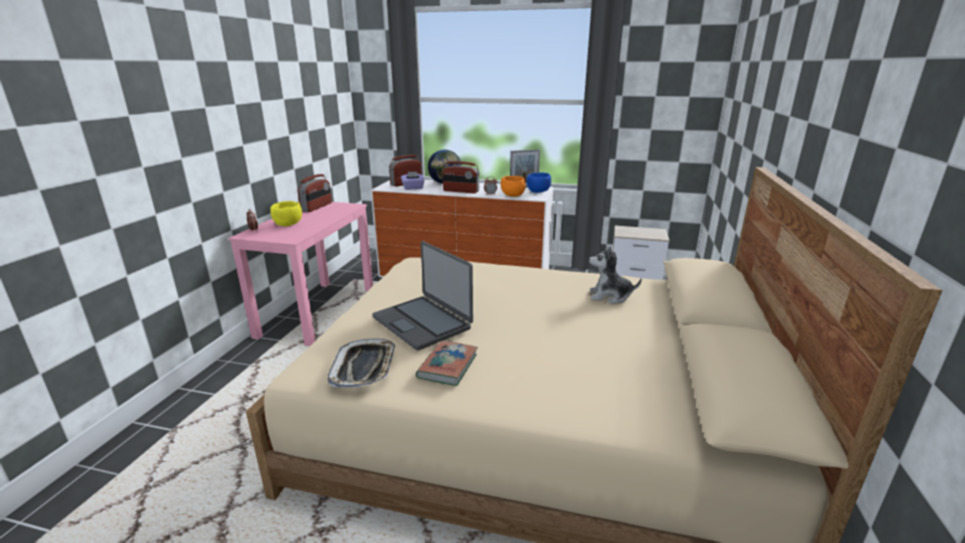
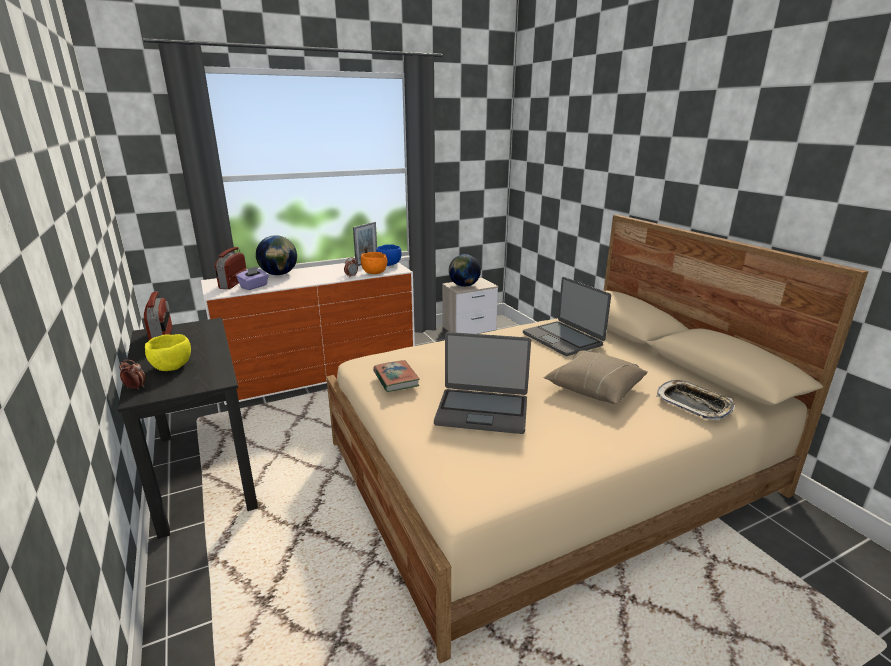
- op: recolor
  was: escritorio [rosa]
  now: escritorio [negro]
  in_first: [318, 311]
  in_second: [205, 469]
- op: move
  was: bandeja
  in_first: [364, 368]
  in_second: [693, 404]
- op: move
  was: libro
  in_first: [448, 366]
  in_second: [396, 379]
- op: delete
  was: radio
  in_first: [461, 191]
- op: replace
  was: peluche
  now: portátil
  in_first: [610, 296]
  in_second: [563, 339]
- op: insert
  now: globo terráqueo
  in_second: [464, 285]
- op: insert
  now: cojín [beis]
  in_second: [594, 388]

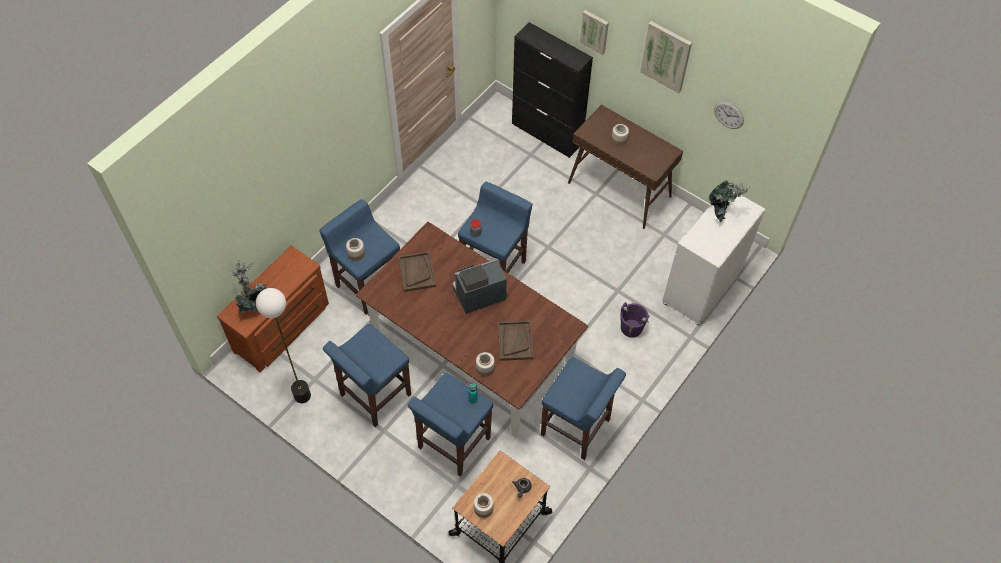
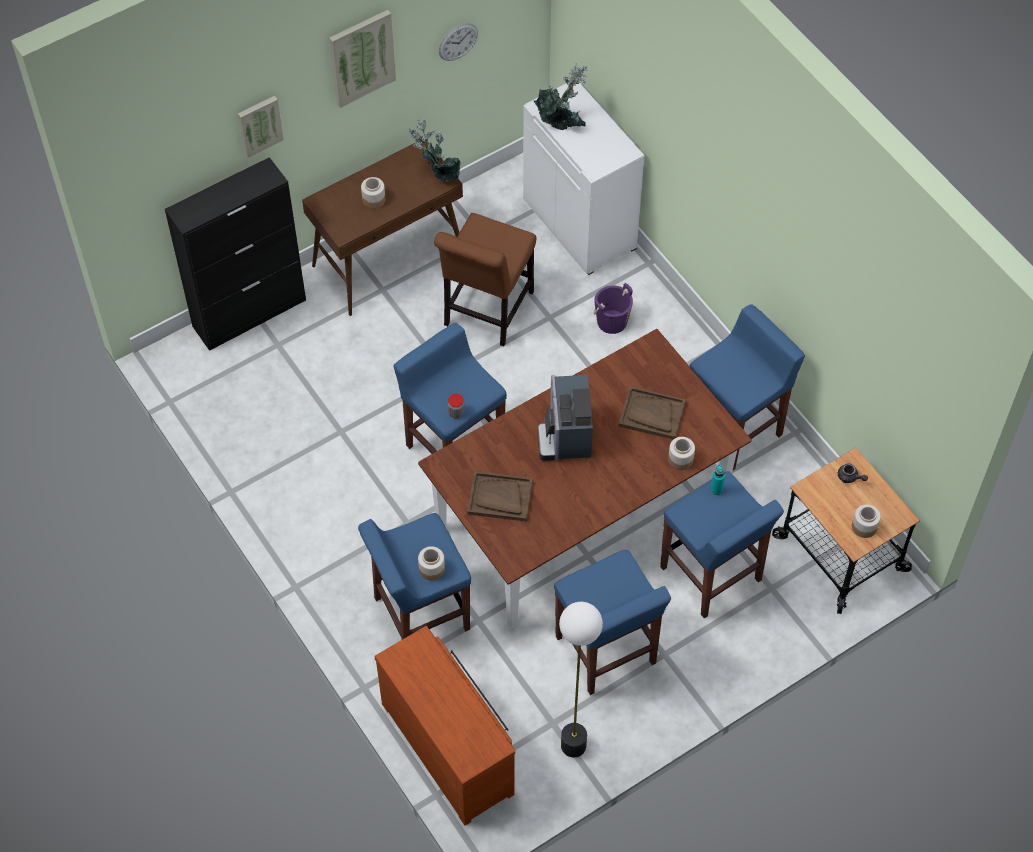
- op: move
  was: planta en maceta
  in_first: [253, 304]
  in_second: [437, 174]
- op: insert
  now: silla [marrón]
  in_second: [486, 312]

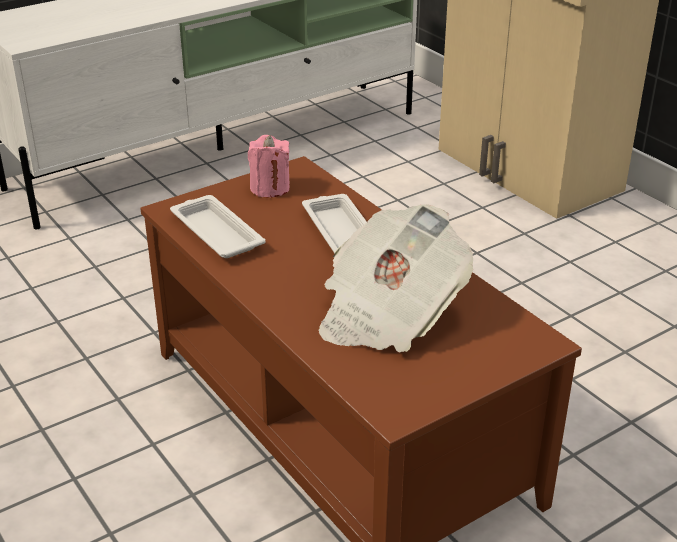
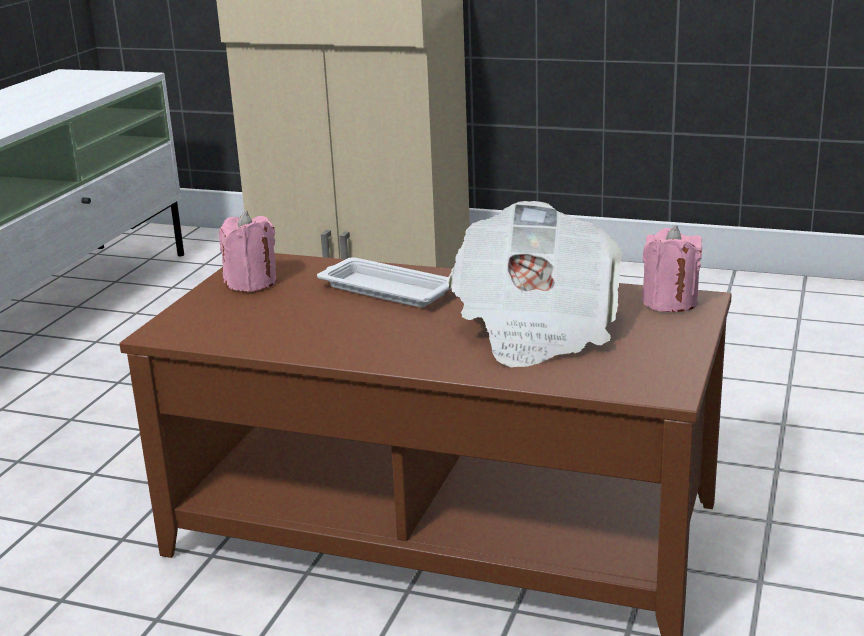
- op: delete
  was: bandeja [blanco]
  in_first: [215, 232]
- op: insert
  now: vela [rosa]
  in_second: [669, 302]

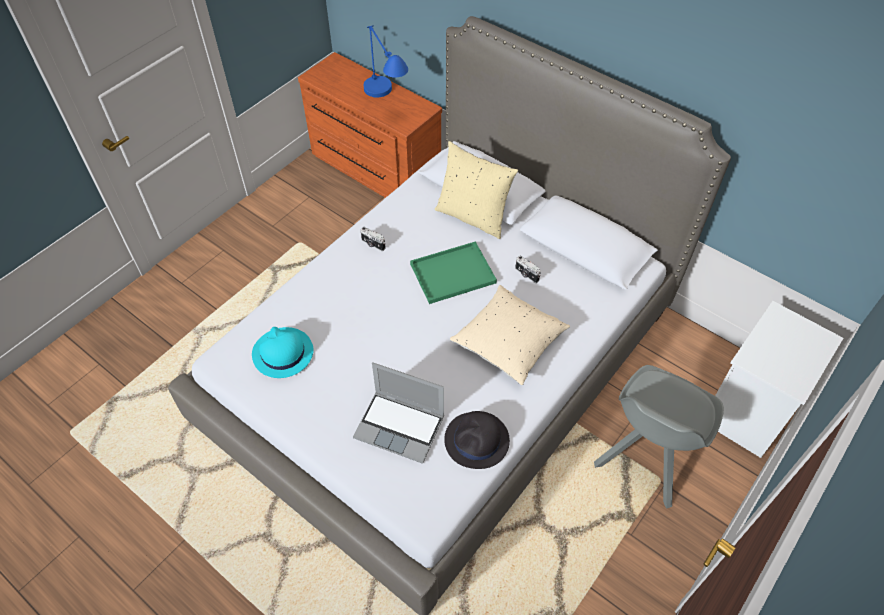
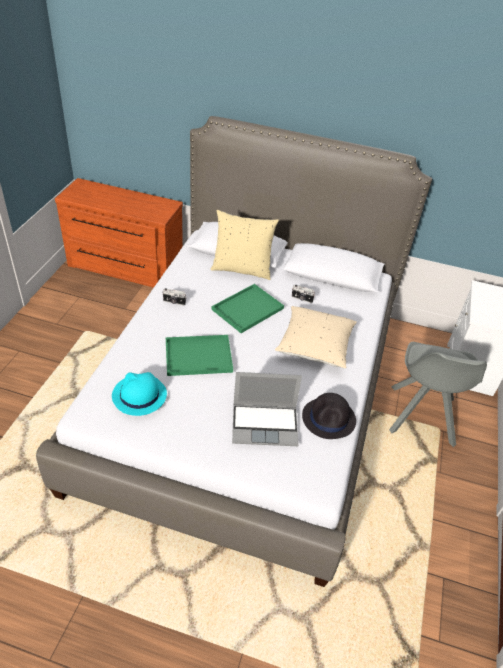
- op: delete
  was: lámpara de mesa [azul]
  in_first: [386, 103]
- op: insert
  now: bandeja [verde]
  in_second: [197, 357]

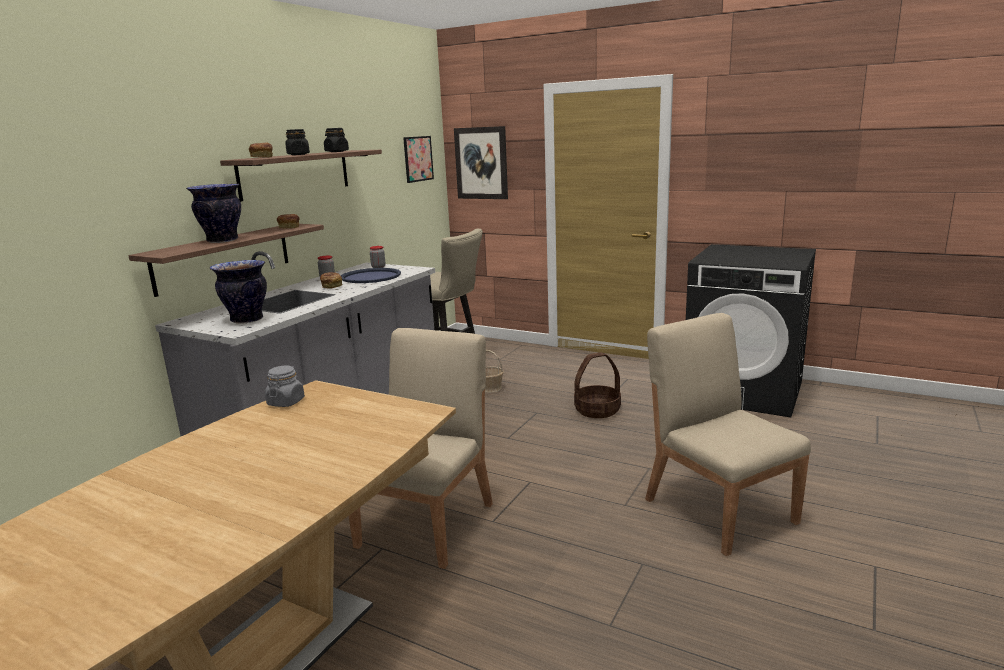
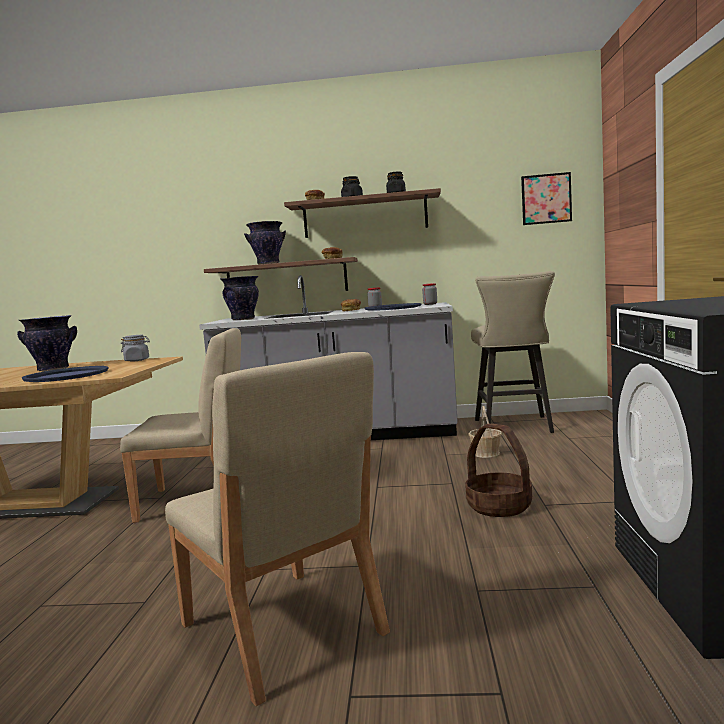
- op: delete
  was: cuadro
  in_first: [481, 163]
- op: rotate
  was: silla [beis]
  in_first: [718, 509]
  in_second: [282, 630]
  clockwise: 105
- op: insert
  now: florero
  in_second: [53, 369]
- op: insert
  now: bandeja [azul]
  in_second: [66, 375]

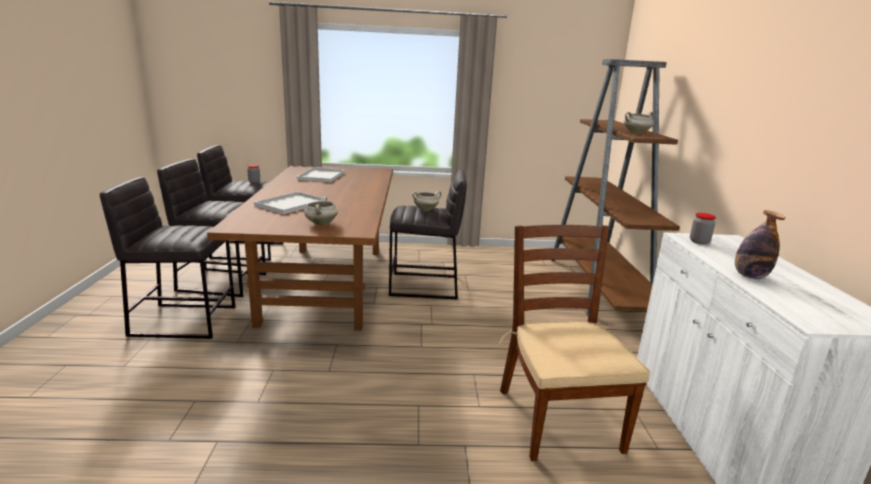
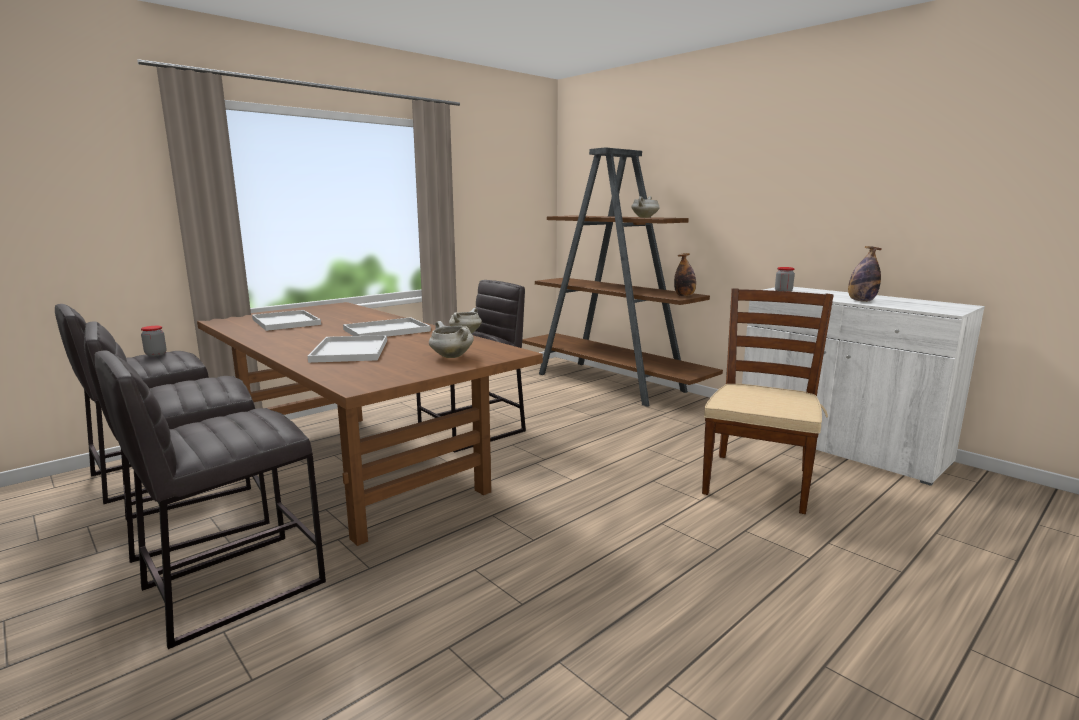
- op: rotate
  was: silla [marrón]
  in_first: [557, 418]
  in_second: [758, 481]
  clockwise: 75
- op: insert
  now: bandeja [blanco]
  in_second: [385, 330]
- op: insert
  now: botella
  in_second: [684, 296]

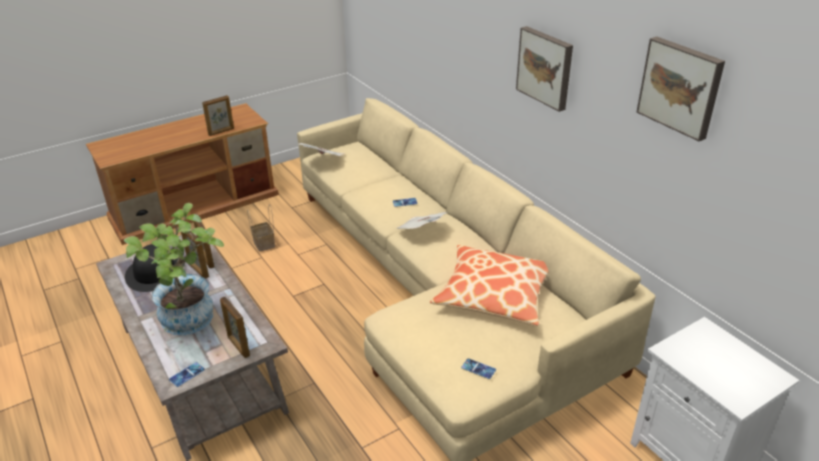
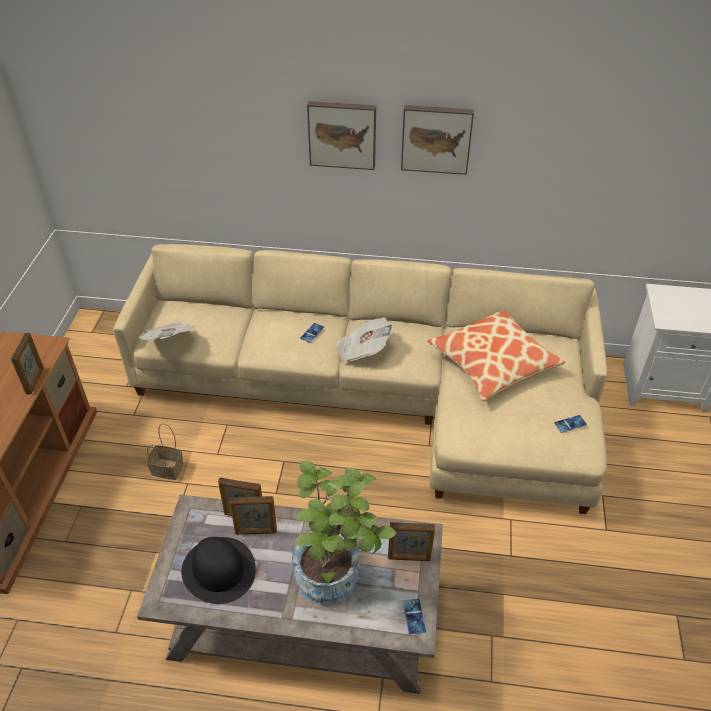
- op: move
  was: cuadro
  in_first: [681, 87]
  in_second: [342, 134]

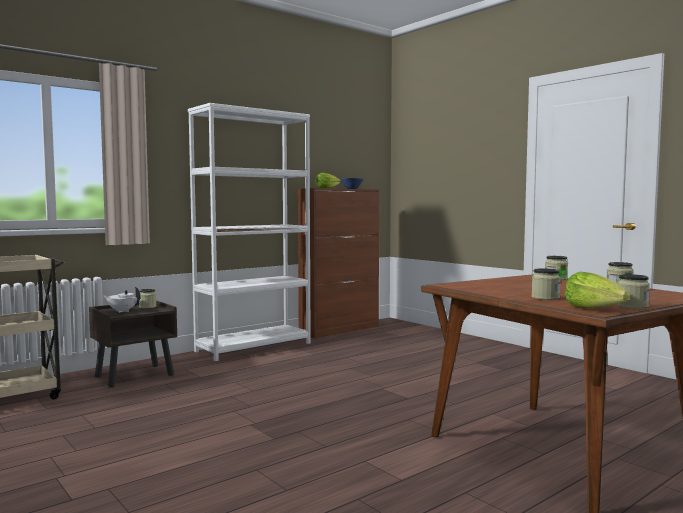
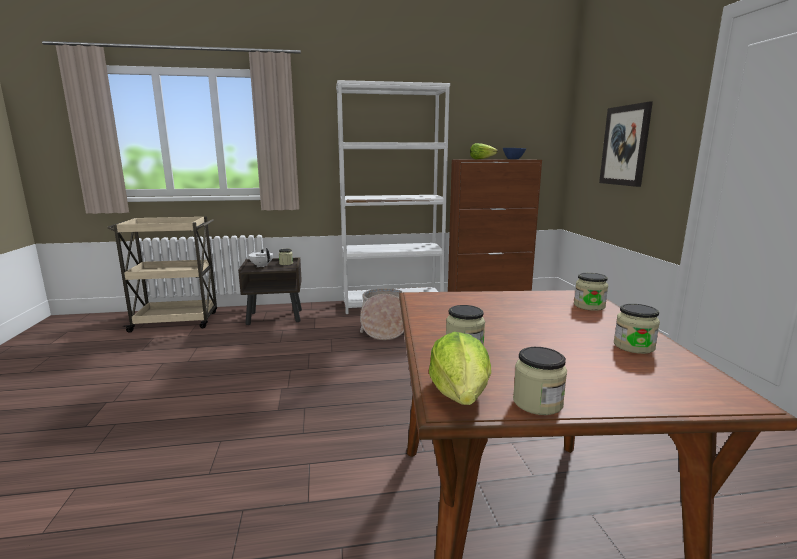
- op: insert
  now: cesta
  in_second: [384, 327]
- op: insert
  now: cuadro
  in_second: [625, 145]

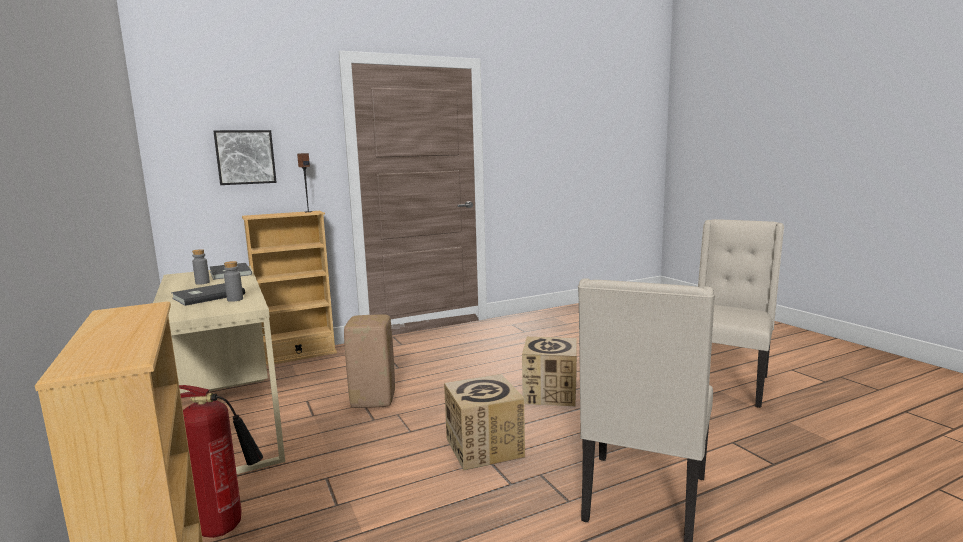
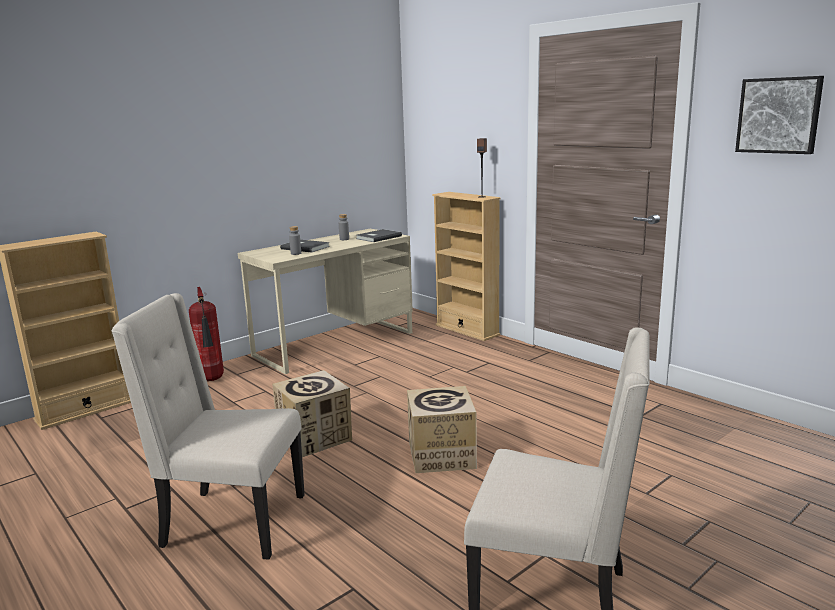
- op: move
  was: cuadro
  in_first: [245, 157]
  in_second: [779, 115]
- op: delete
  was: taburete [beis]
  in_first: [374, 401]

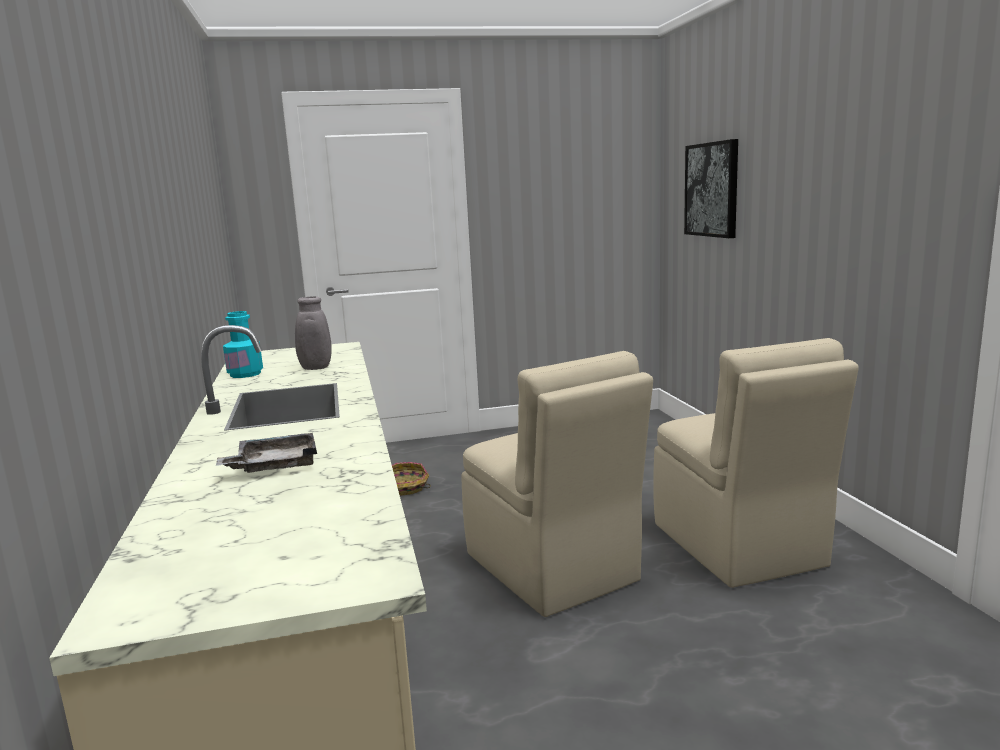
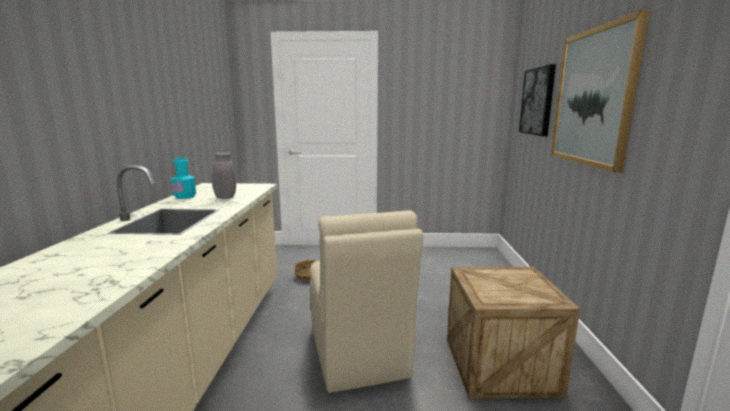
- op: delete
  was: bandeja [gris]
  in_first: [274, 465]
- op: replace
  was: silla [beis]
  now: caja de embalaje
  in_first: [739, 547]
  in_second: [500, 365]
- op: insert
  now: cuadro
  in_second: [593, 97]

